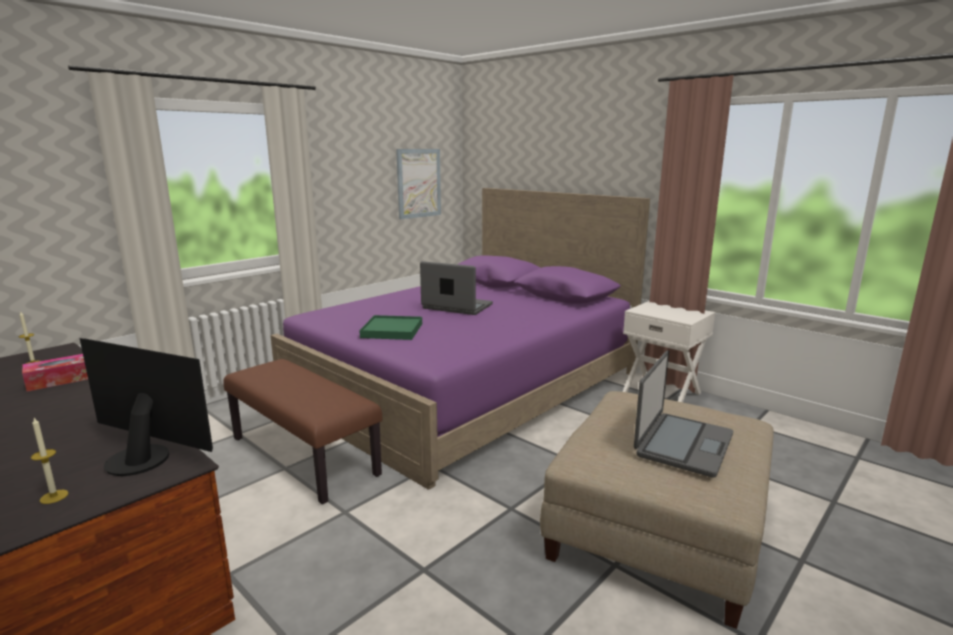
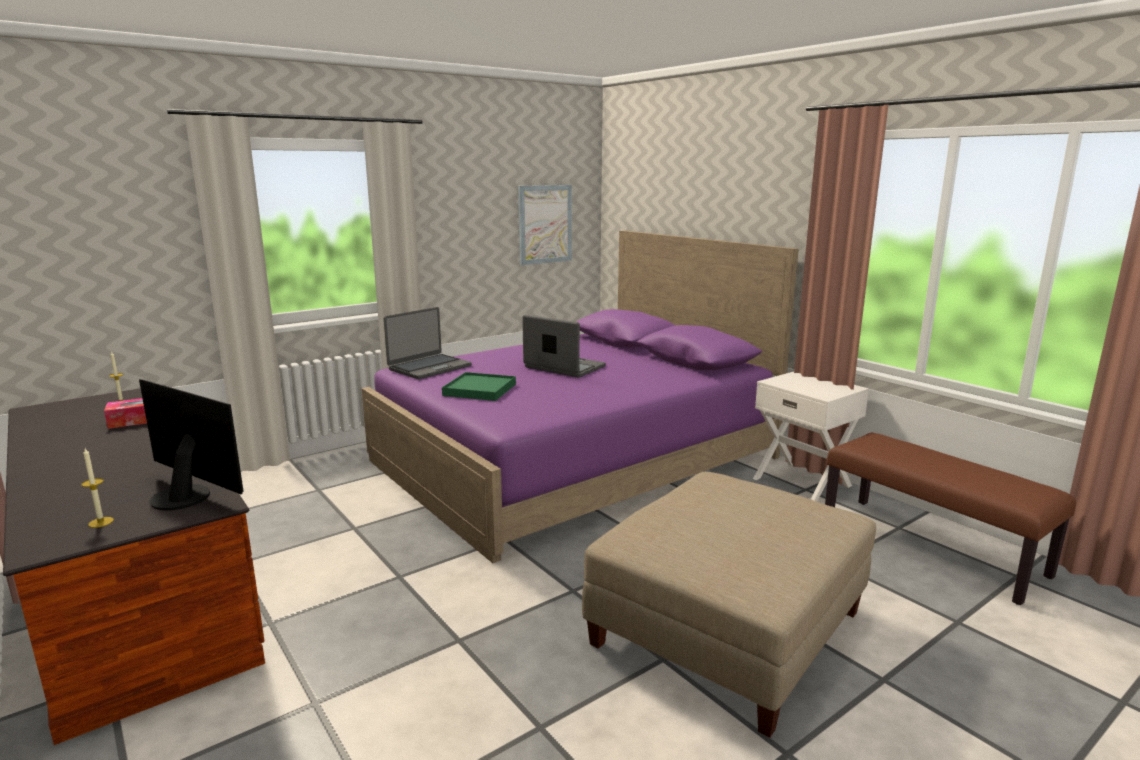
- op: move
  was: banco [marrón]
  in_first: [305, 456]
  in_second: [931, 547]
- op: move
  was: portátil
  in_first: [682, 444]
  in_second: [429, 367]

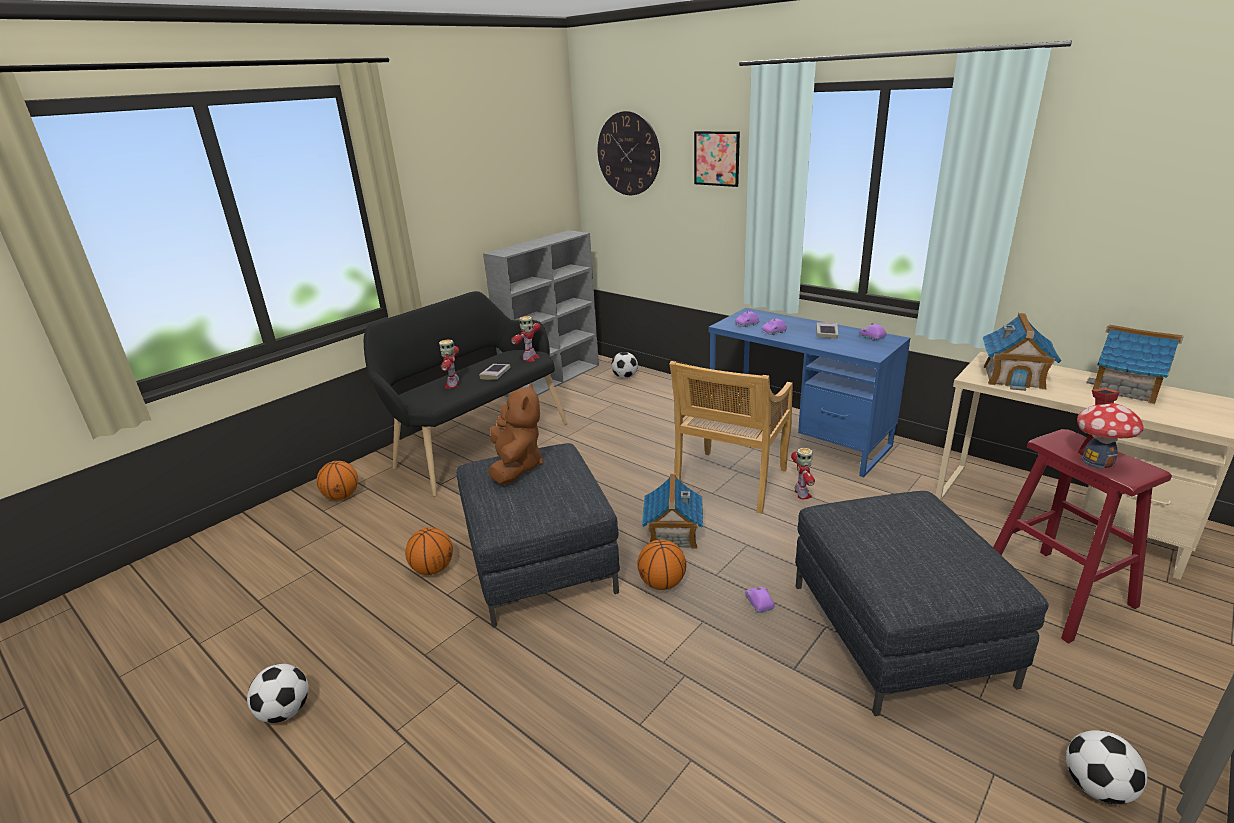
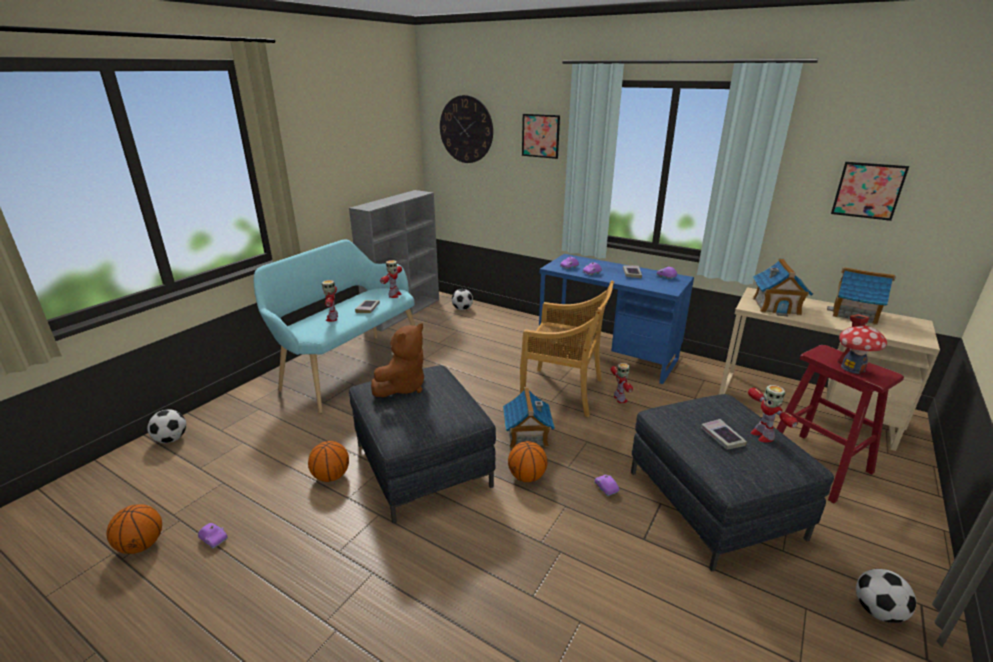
- op: move
  was: balón de fútbol
  in_first: [285, 711]
  in_second: [171, 439]
- op: move
  was: balón de baloncesto
  in_first: [342, 496]
  in_second: [142, 545]
- op: recolor
  was: banco [negro]
  now: banco [turquesa]
  in_first: [476, 444]
  in_second: [349, 367]
- op: rotate
  was: peluche [marrón]
  in_first: [516, 467]
  in_second: [403, 387]
  clockwise: 45
- op: rotate
  was: silla [beis]
  in_first: [730, 482]
  in_second: [563, 392]
  clockwise: -90
- op: insert
  now: coche de juguete [morado]
  in_second: [214, 539]
- op: insert
  now: libro
  in_second: [722, 437]
- op: insert
  now: robot de juguete
  in_second: [762, 435]
- op: insert
  now: cuadro
  in_second: [868, 190]

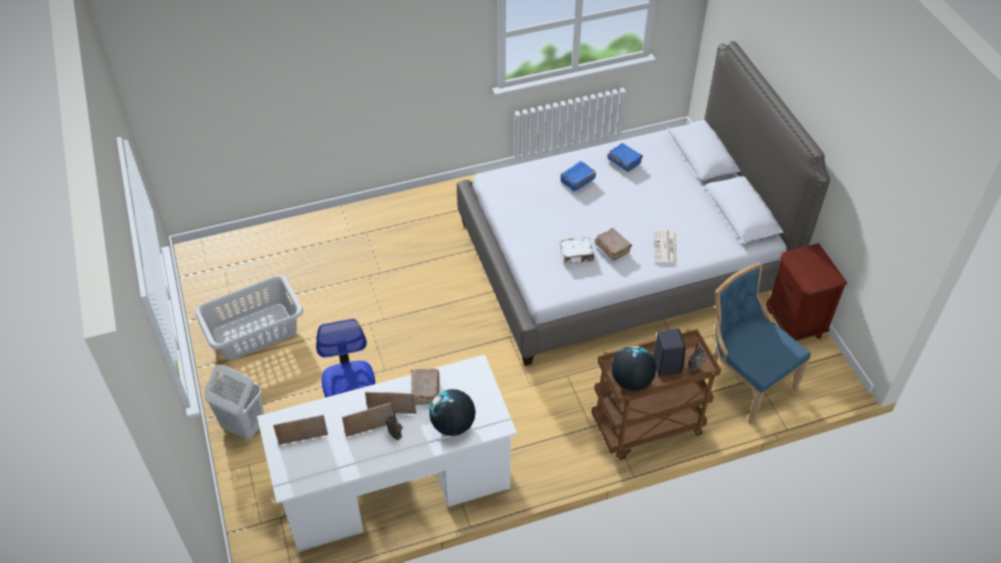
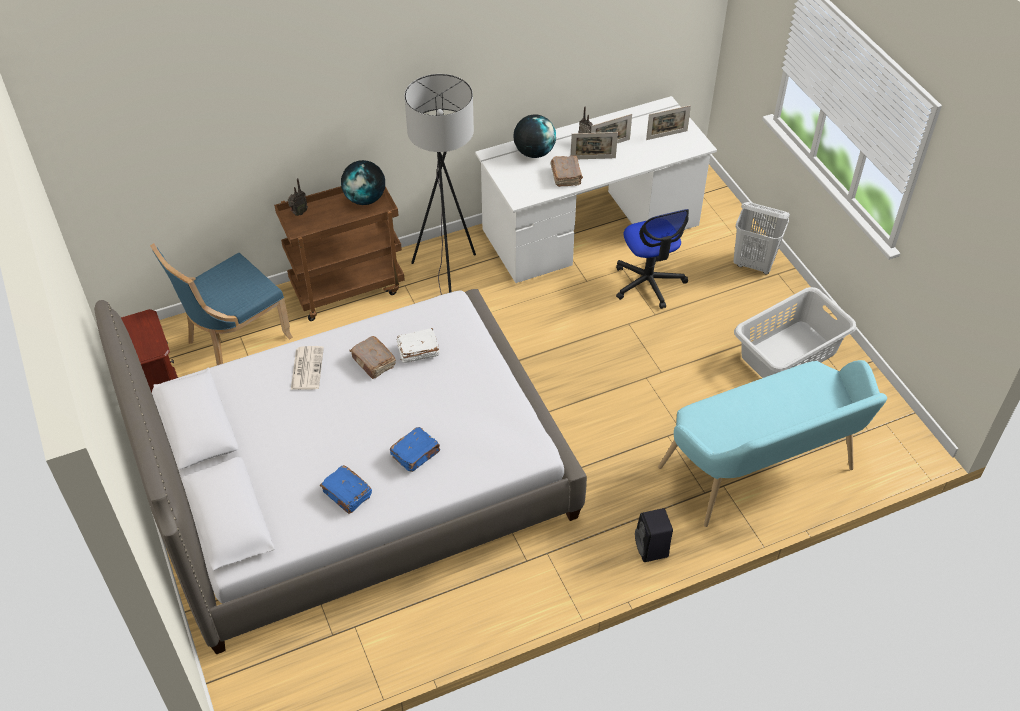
- op: move
  was: altavoz [negro]
  in_first: [666, 364]
  in_second: [652, 549]
- op: rotate
  was: silla [azul]
  in_first: [745, 380]
  in_second: [234, 339]
  clockwise: 90
- op: insert
  now: lámpara de pie [gris]
  in_second: [447, 277]
- op: insert
  now: banco [turquesa]
  in_second: [762, 474]

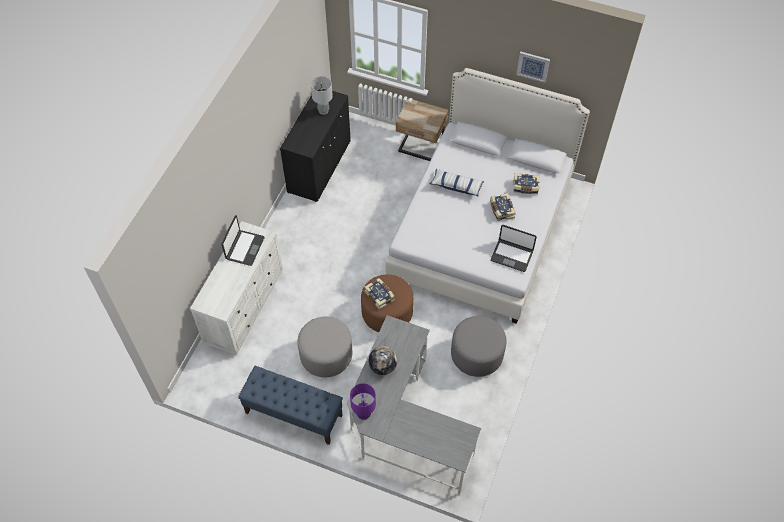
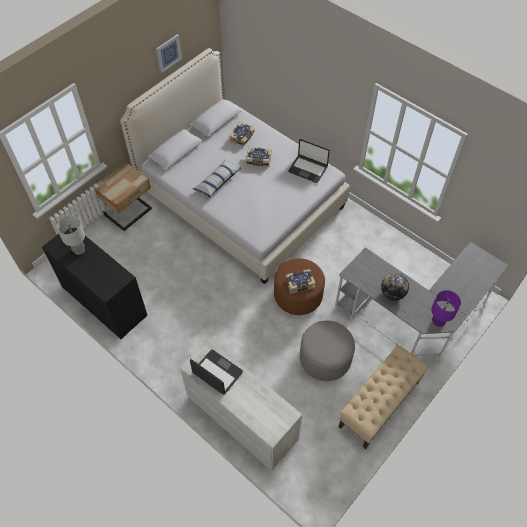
- op: recolor
  was: banco [azul]
  now: banco [beis]
  in_first: [293, 414]
  in_second: [379, 405]
- op: delete
  was: puf [gris]
  in_first: [477, 355]
- op: rotate
  was: portátil
  in_first: [512, 255]
  in_second: [308, 169]
  clockwise: 75

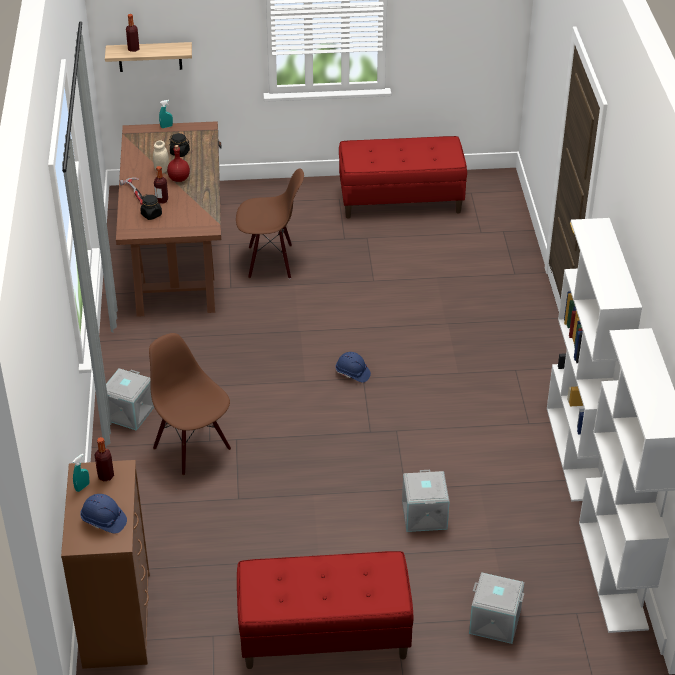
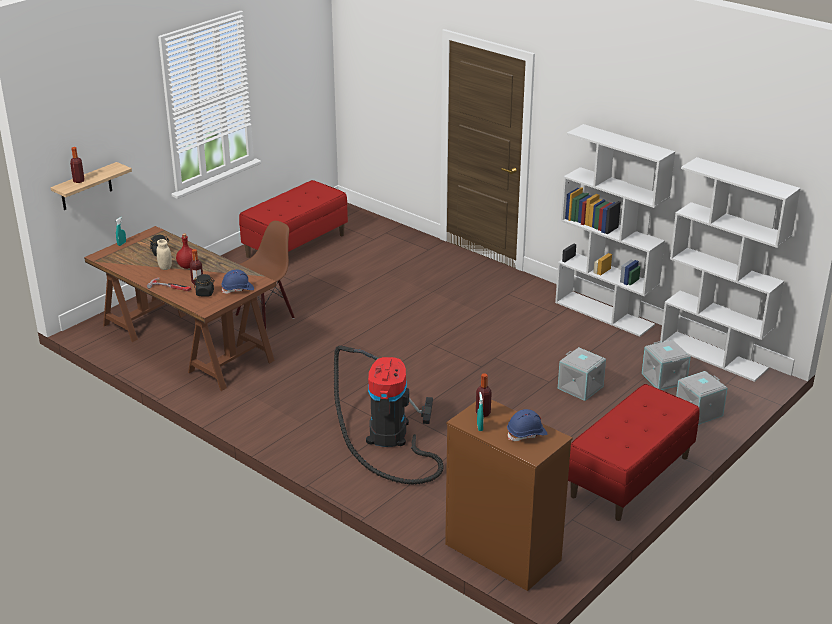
- op: move
  was: caja de almacenaje [gris]
  in_first: [130, 413]
  in_second: [664, 378]
- op: replace
  was: silla [marrón]
  now: aspiradora
  in_first: [193, 447]
  in_second: [388, 436]
- op: move
  was: casco [azul]
  in_first: [352, 373]
  in_second: [238, 289]

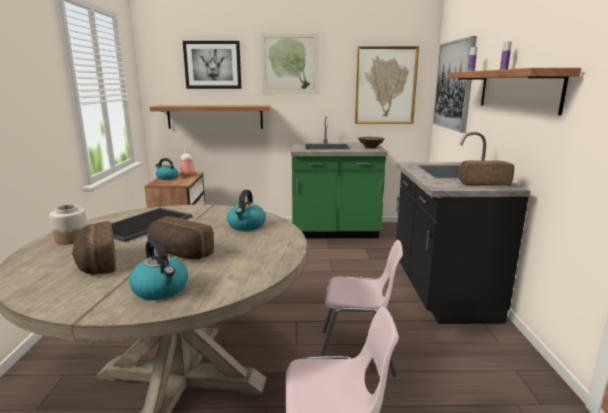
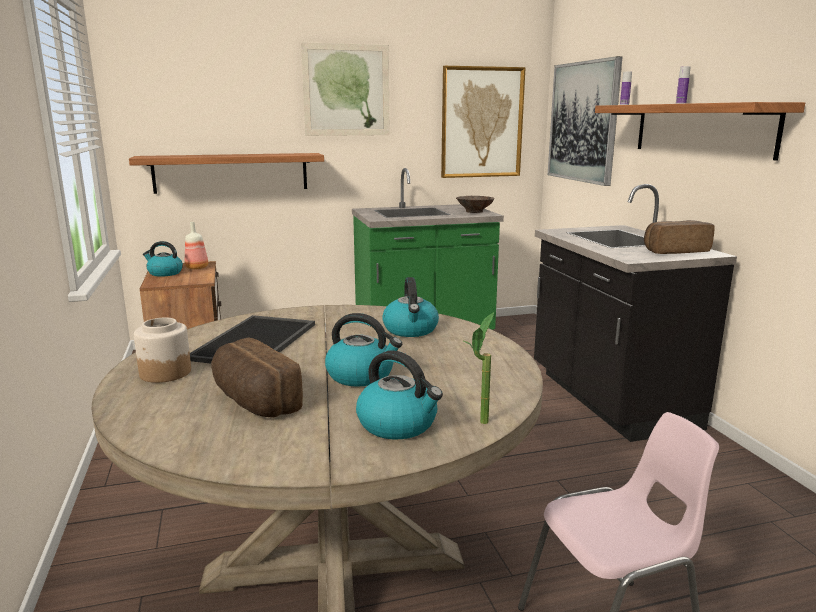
- op: replace
  was: pan
  now: hervidor
  in_first: [179, 253]
  in_second: [361, 375]
- op: delete
  was: cuadro
  in_first: [212, 65]
- op: delete
  was: silla [rosa]
  in_first: [357, 353]
- op: insert
  now: planta en maceta
  in_second: [479, 425]

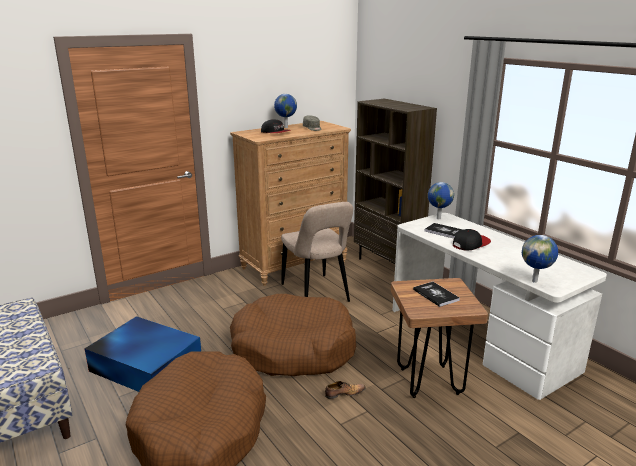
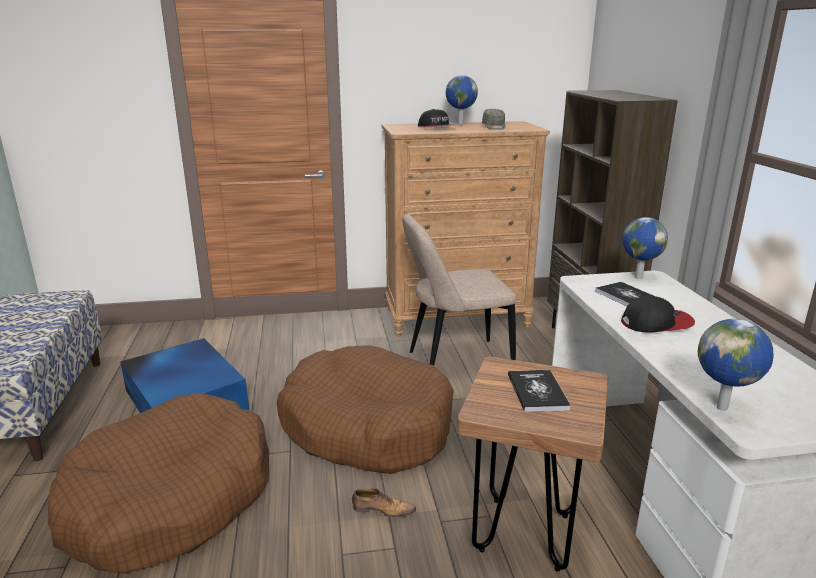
- op: rotate
  was: silla [beis]
  in_first: [316, 295]
  in_second: [454, 362]
  clockwise: 75

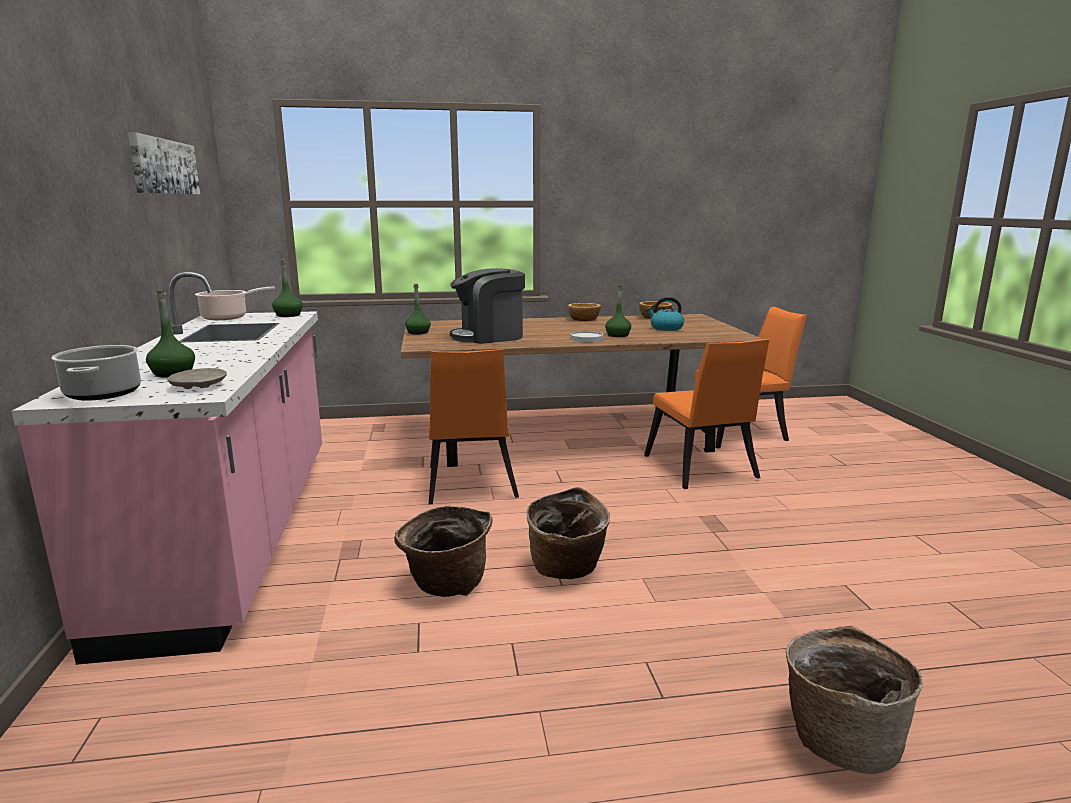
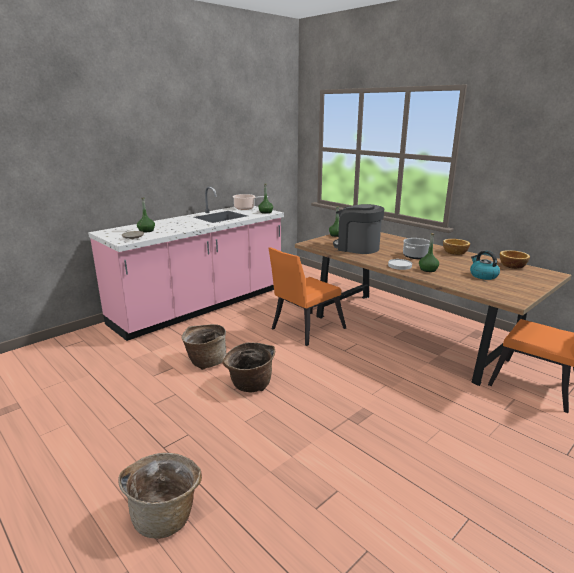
- op: move
  was: olla
  in_first: [103, 393]
  in_second: [415, 256]
- op: delete
  was: cuadro
  in_first: [164, 167]
- op: delete
  was: silla [naranja]
  in_first: [701, 470]

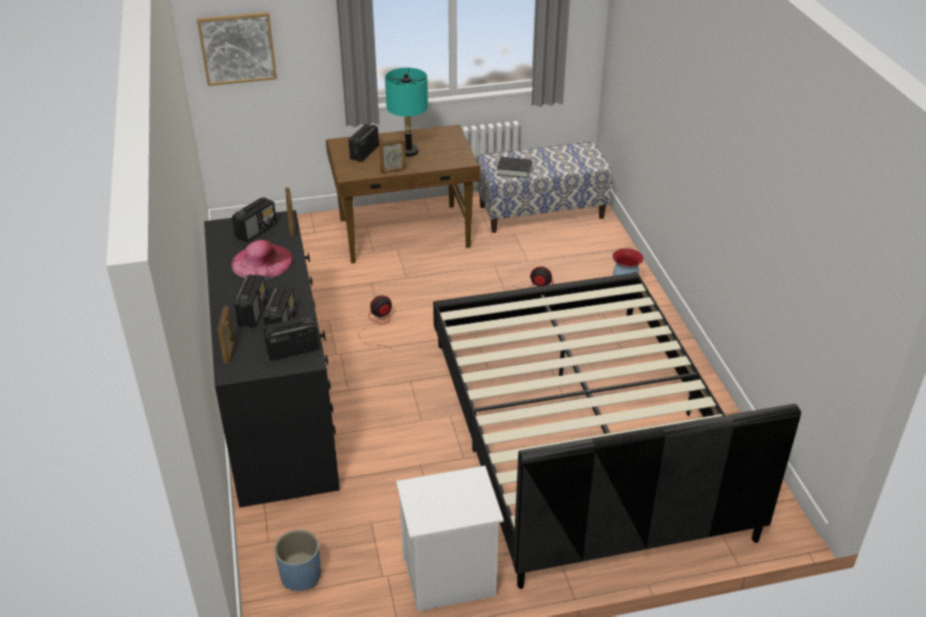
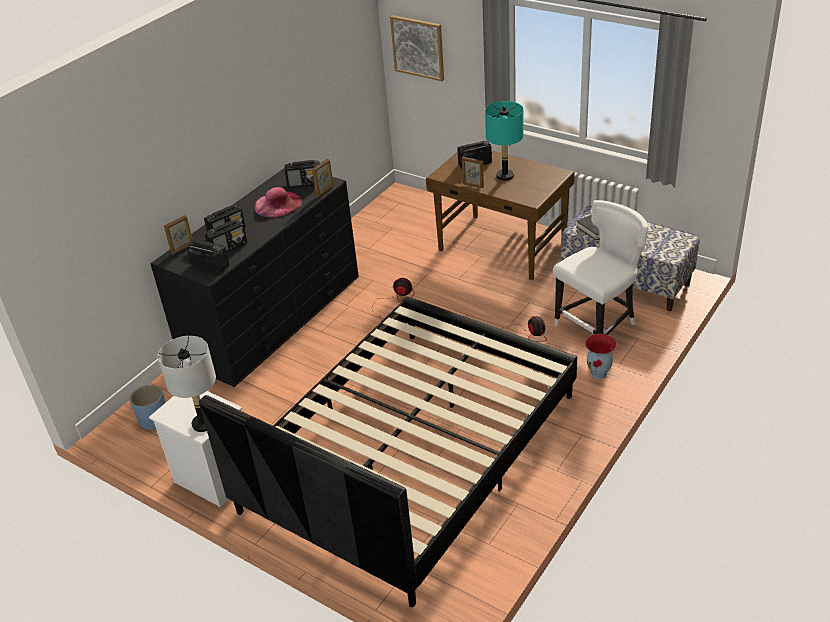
- op: insert
  now: lámpara de mesa [gris]
  in_second: [203, 424]
- op: insert
  now: silla [blanco]
  in_second: [598, 325]

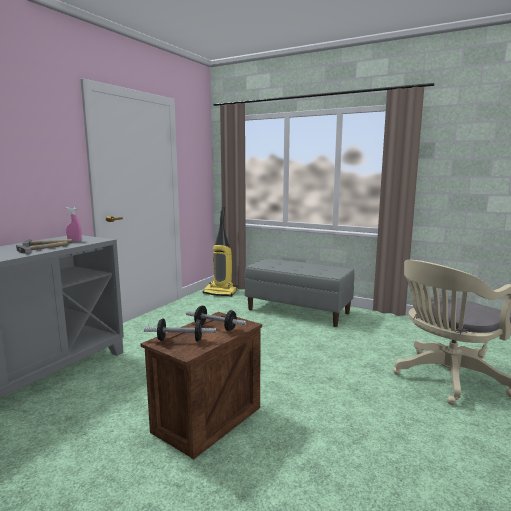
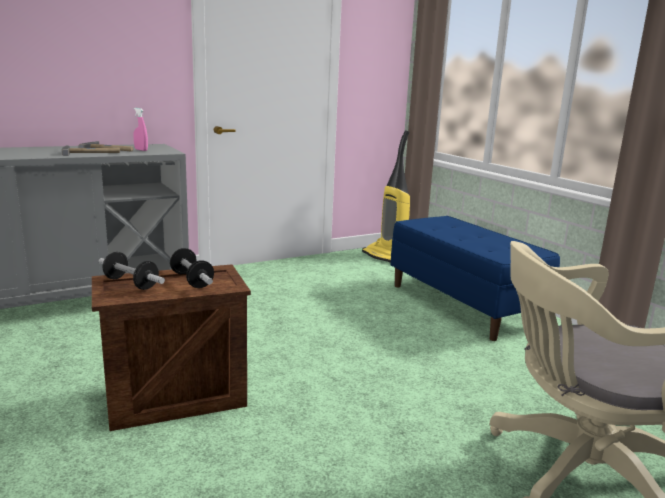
- op: recolor
  was: banco [gris]
  now: banco [azul]
  in_first: [298, 311]
  in_second: [463, 305]

